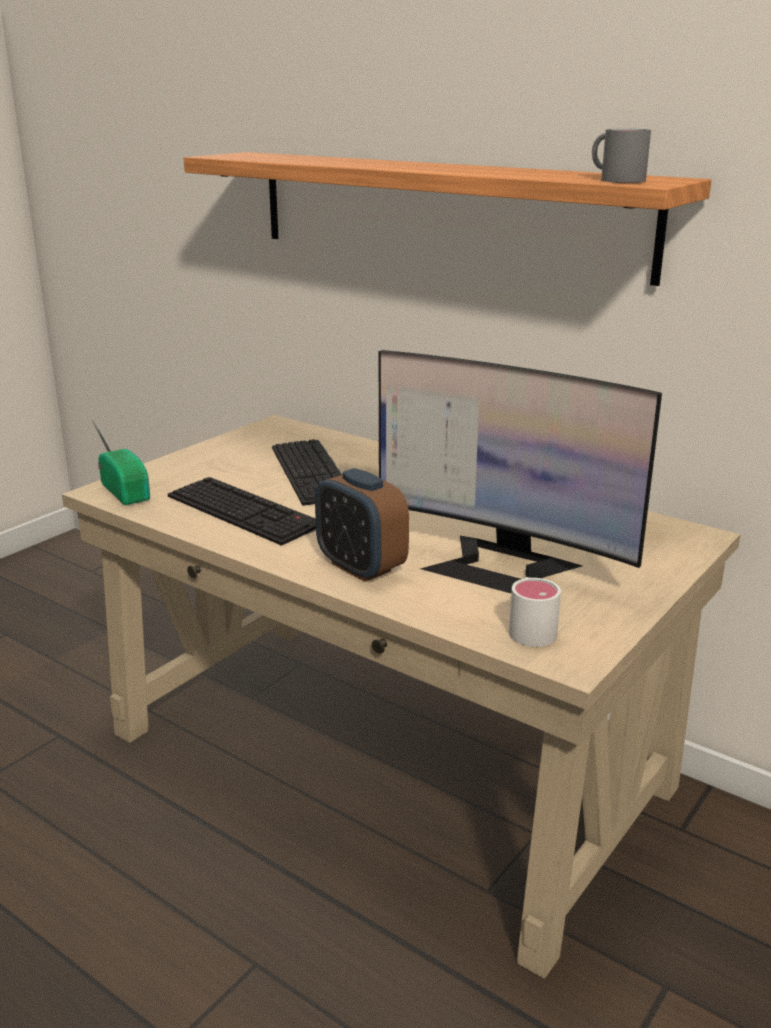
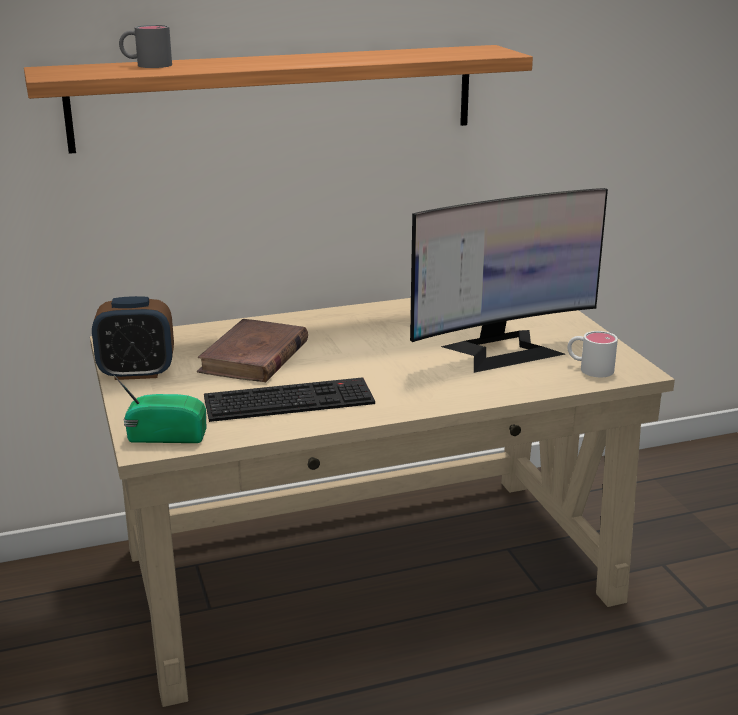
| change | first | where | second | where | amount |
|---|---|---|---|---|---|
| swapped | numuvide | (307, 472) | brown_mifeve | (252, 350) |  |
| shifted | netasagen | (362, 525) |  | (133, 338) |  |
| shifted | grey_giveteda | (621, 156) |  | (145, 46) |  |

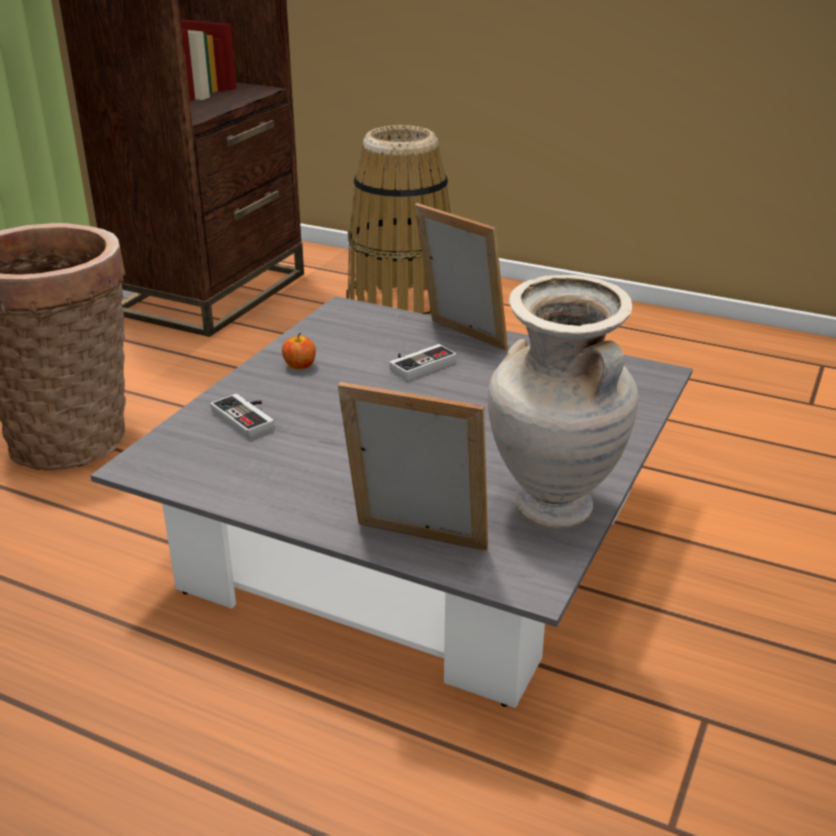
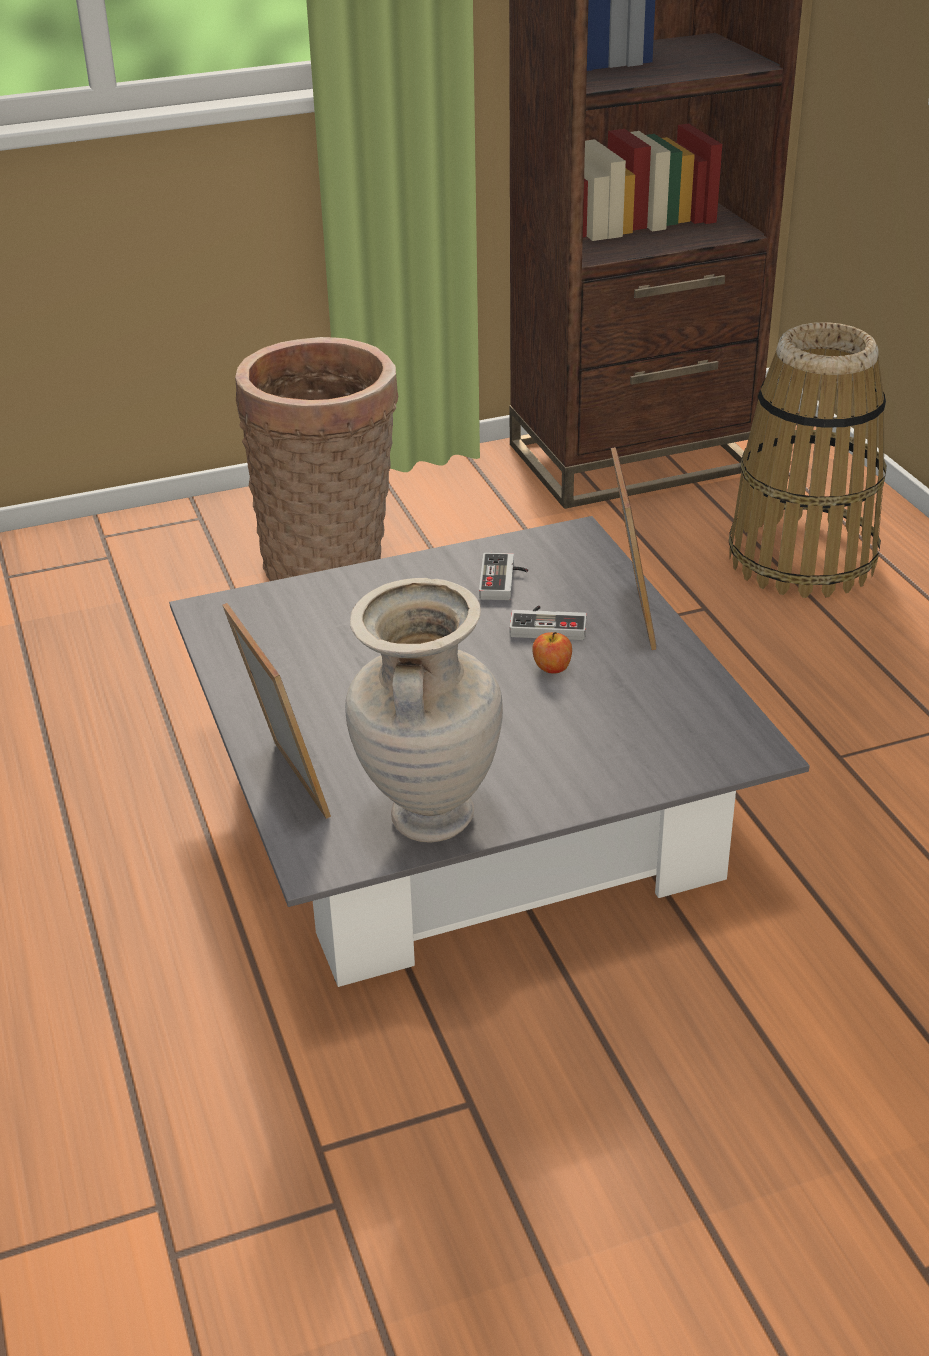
| change | first | where | second | where | amount |
|---|---|---|---|---|---|
| shifted | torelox | (242, 417) |  | (503, 576) |  |
| shifted | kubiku | (299, 351) |  | (552, 652) |  |

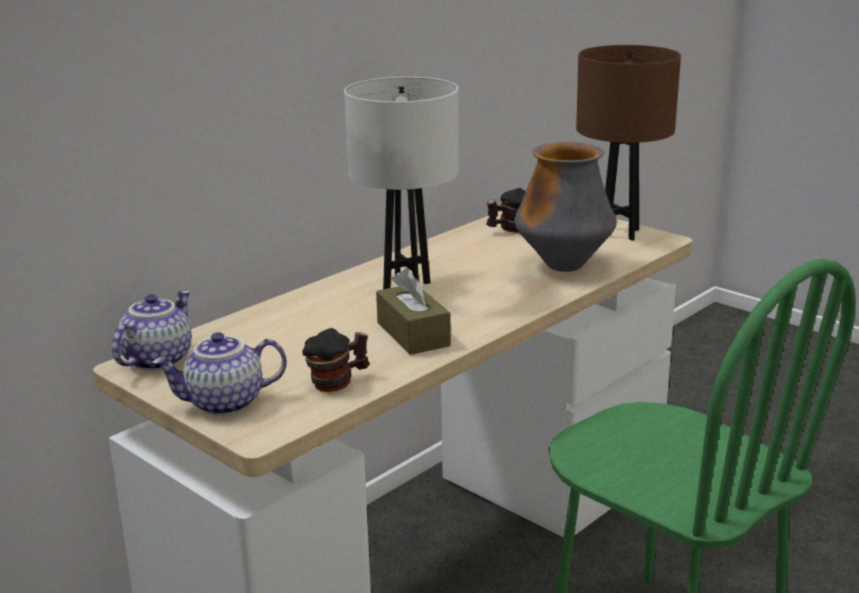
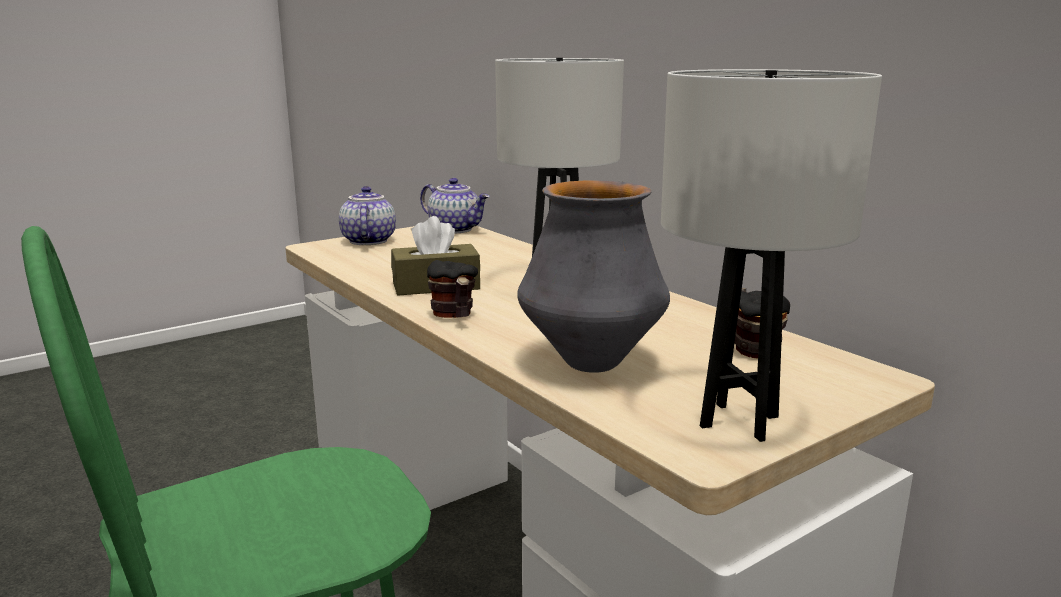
| change | first | where | second | where | amount |
|---|---|---|---|---|---|
| shifted | giveteda | (336, 360) |  | (452, 289) |  |
| repainted | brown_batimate | (628, 143) | white_batimate | (771, 255) |  |

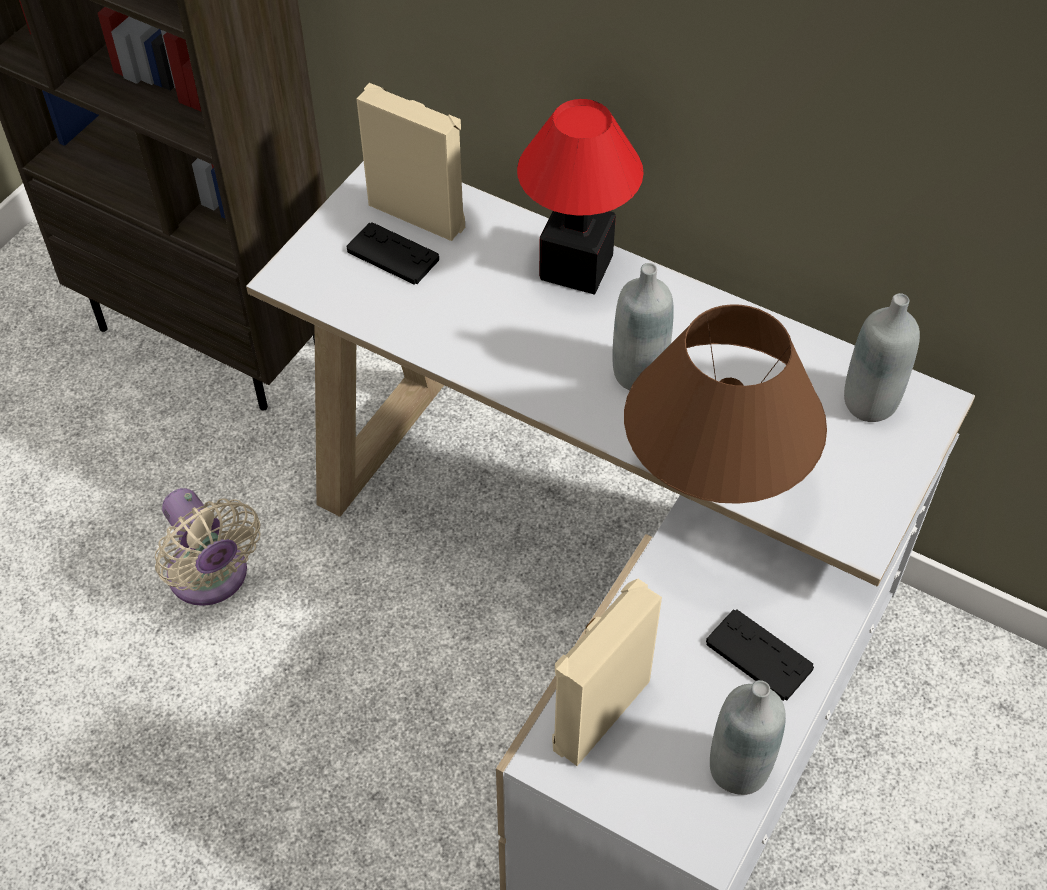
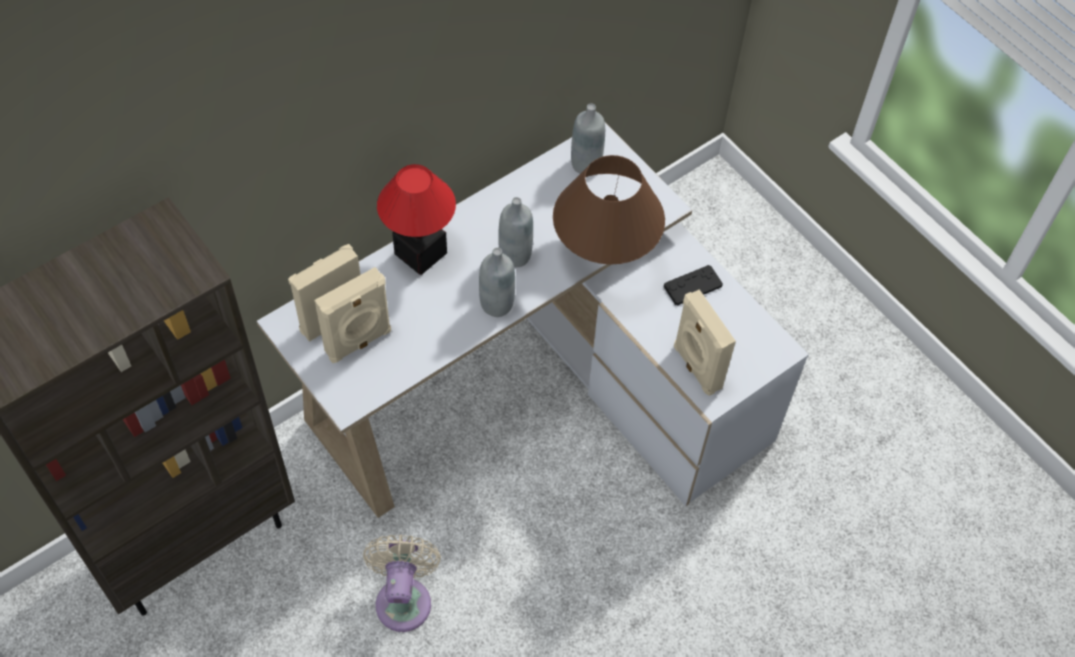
| change | first | where | second | where | amount |
|---|---|---|---|---|---|
| rotated | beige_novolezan | (207, 547) |  | (402, 583) | 75 degrees counterclockwise |
| swapped | black_torelox | (392, 253) | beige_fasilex | (352, 315) |  |
| shifted | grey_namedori | (748, 737) |  | (497, 282) |  |

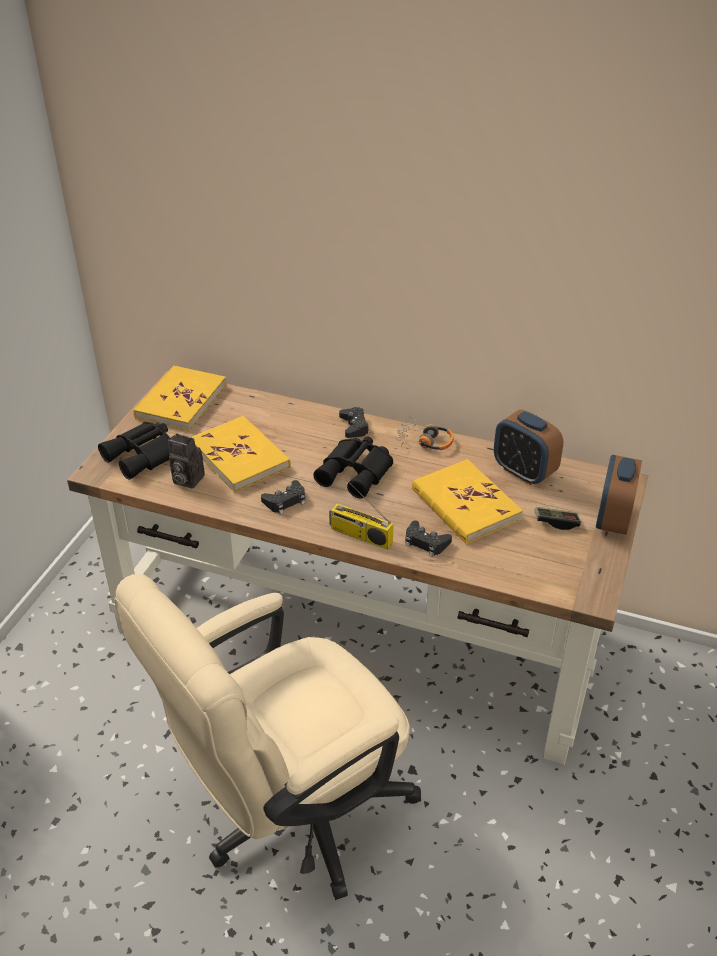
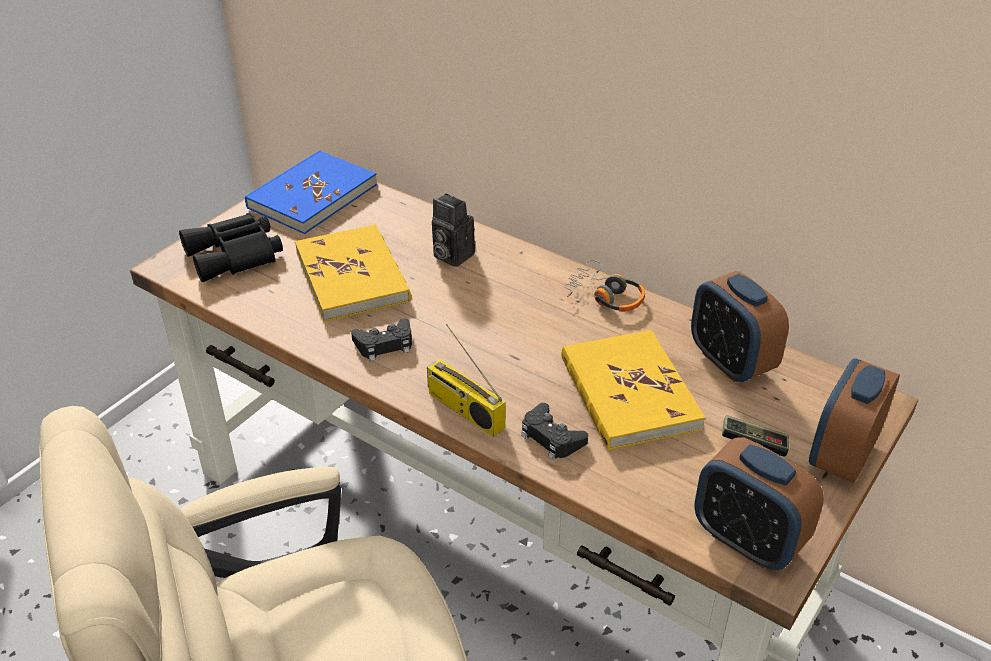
| change | first | where | second | where | amount |
|---|---|---|---|---|---|
| repainted | yellow_mifeve | (180, 398) | blue_mifeve | (311, 192) |  |
| shifted | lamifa | (186, 461) |  | (453, 230) |  |
| gone | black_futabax | (353, 467) |  |  |  |
| gone | black_torelox | (354, 422) |  |  |  |
| new |  |  | netasagen | (759, 503) |  |

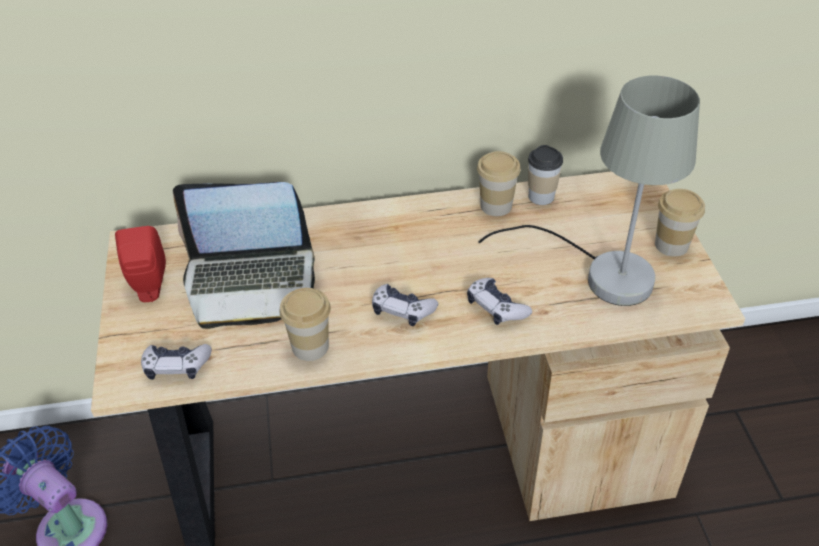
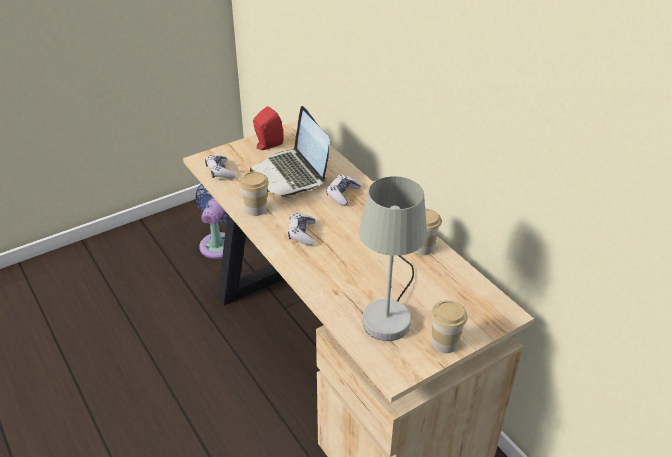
| change | first | where | second | where | amount |
|---|---|---|---|---|---|
| shifted | torelox | (499, 301) |  | (343, 190) |  |
| gone | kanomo | (545, 175) |  |  |  |

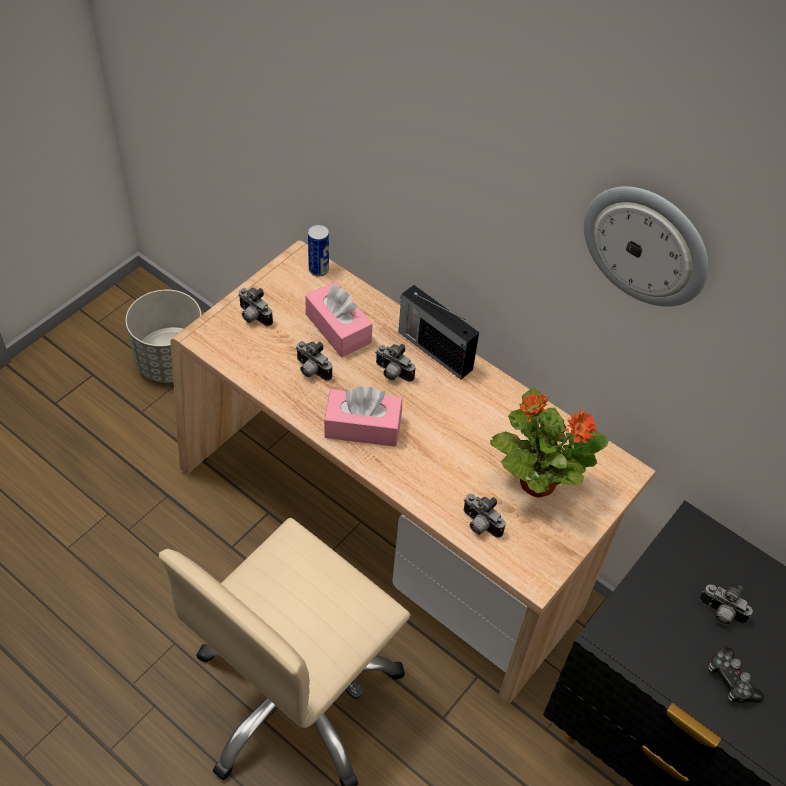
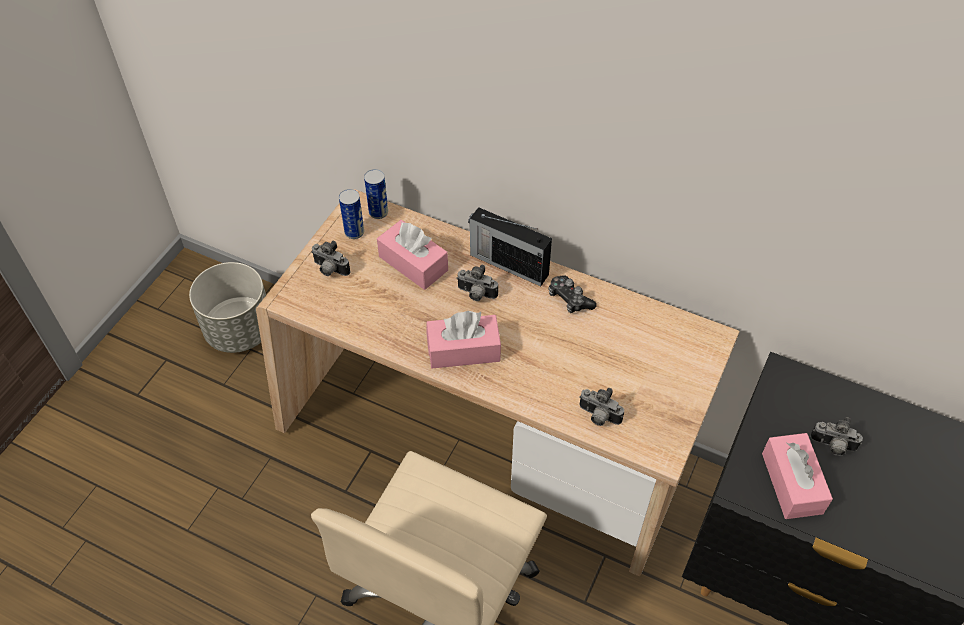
| change | first | where | second | where | amount |
|---|---|---|---|---|---|
| gone | lamifa | (314, 361) |  |  |  |
| gone | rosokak | (549, 443) |  |  |  |
| gone | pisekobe | (646, 246) |  |  |  |
| shifted | torelox | (736, 675) |  | (572, 294) |  |
| new |  |  | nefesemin | (351, 214) |  |
| new |  |  | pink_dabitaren | (797, 476) |  |

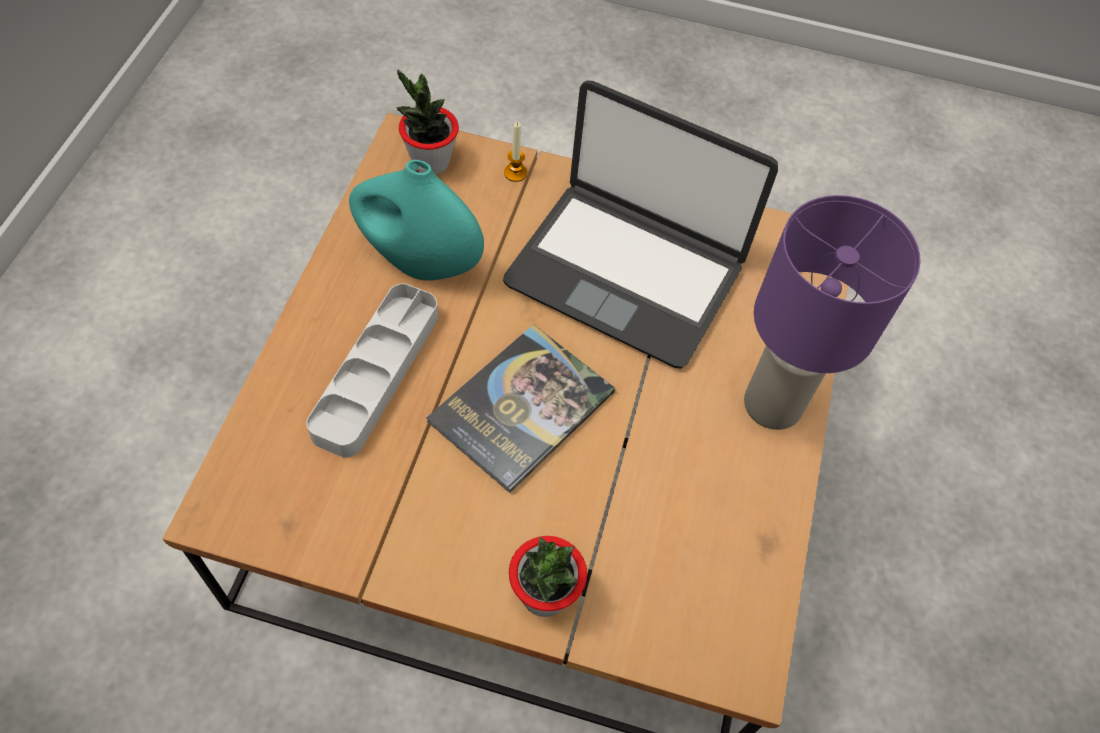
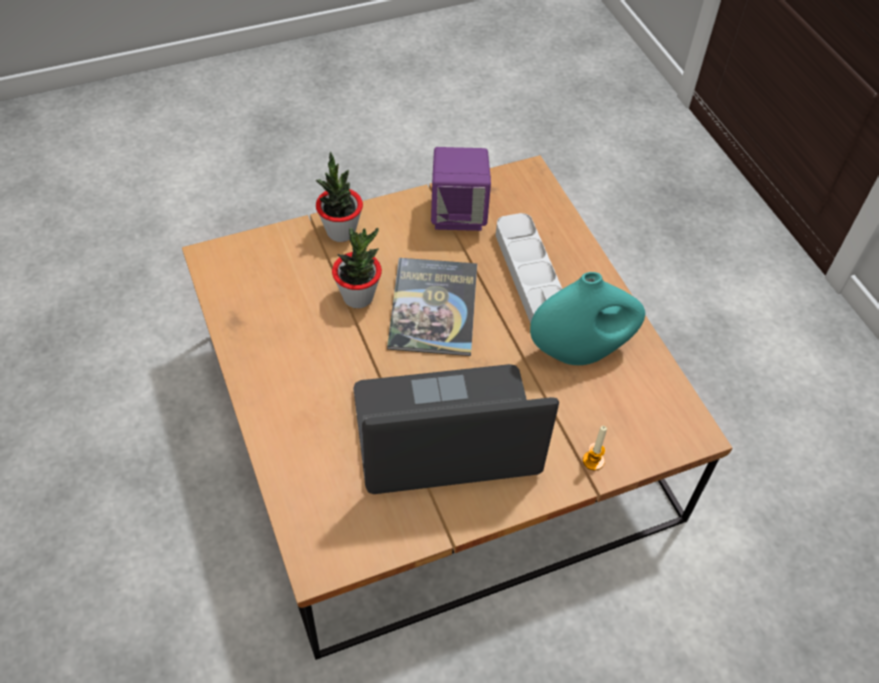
| change | first | where | second | where | amount |
|---|---|---|---|---|---|
| shifted | rosokak | (427, 122) |  | (357, 268) |  |
| gone | purple_batimate | (832, 312) |  |  |  |
| new |  |  | purple_fasilex | (461, 189) |  |

